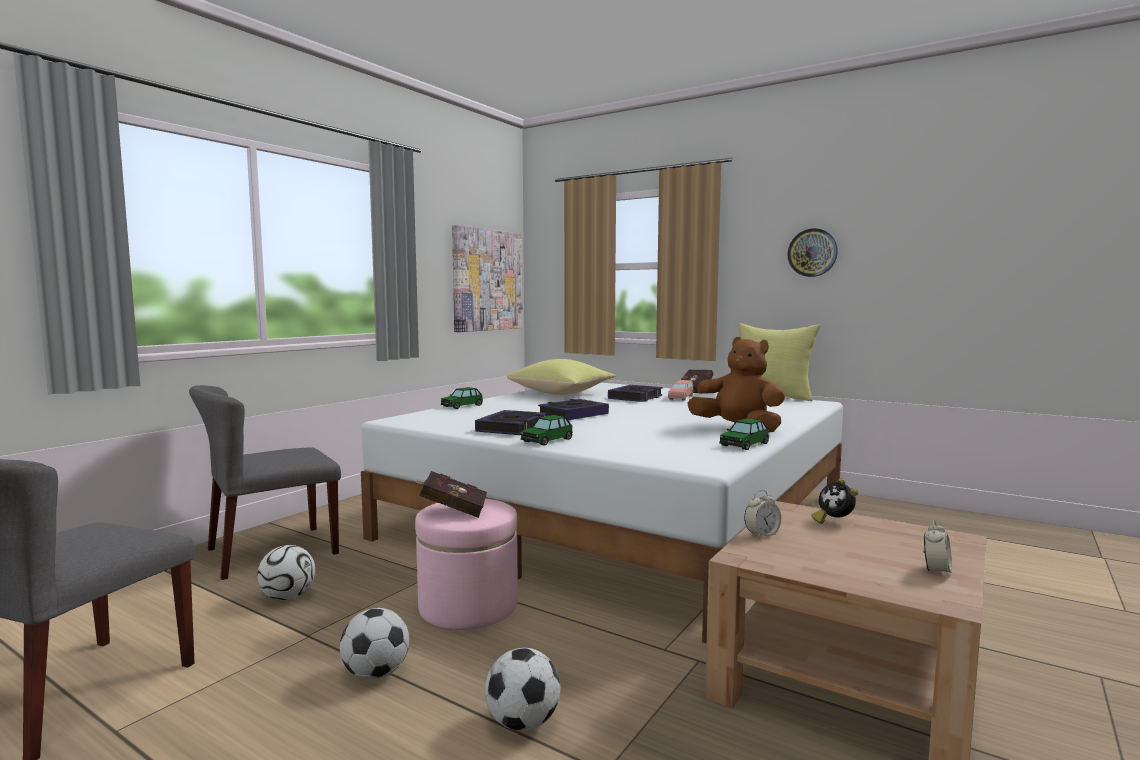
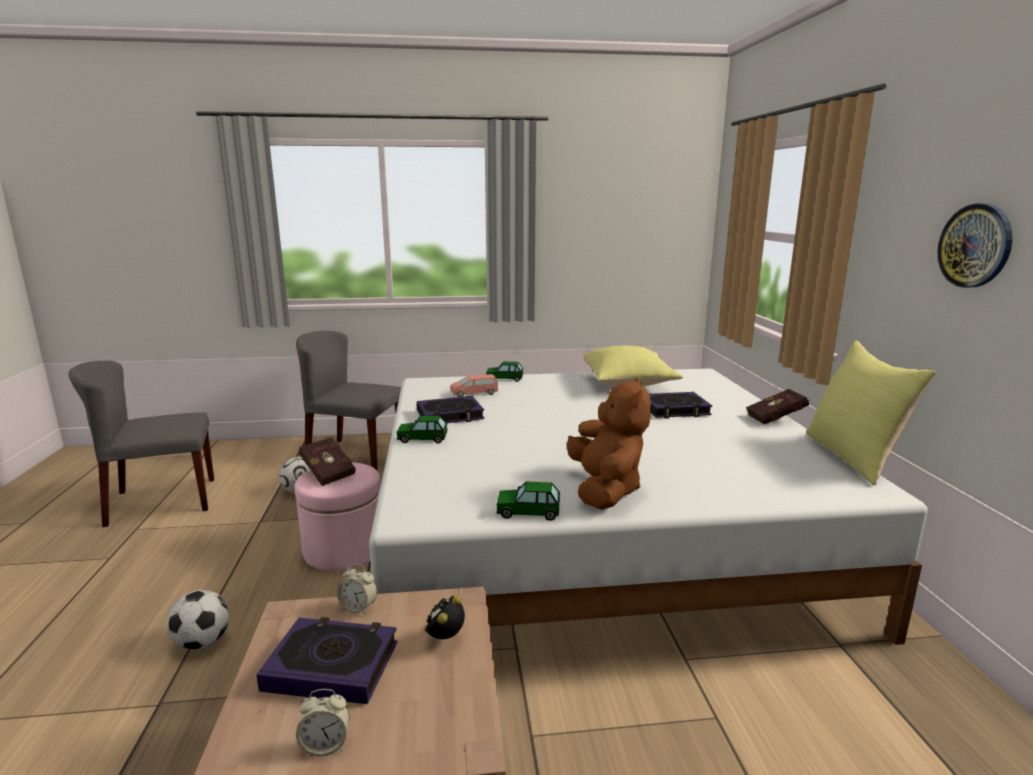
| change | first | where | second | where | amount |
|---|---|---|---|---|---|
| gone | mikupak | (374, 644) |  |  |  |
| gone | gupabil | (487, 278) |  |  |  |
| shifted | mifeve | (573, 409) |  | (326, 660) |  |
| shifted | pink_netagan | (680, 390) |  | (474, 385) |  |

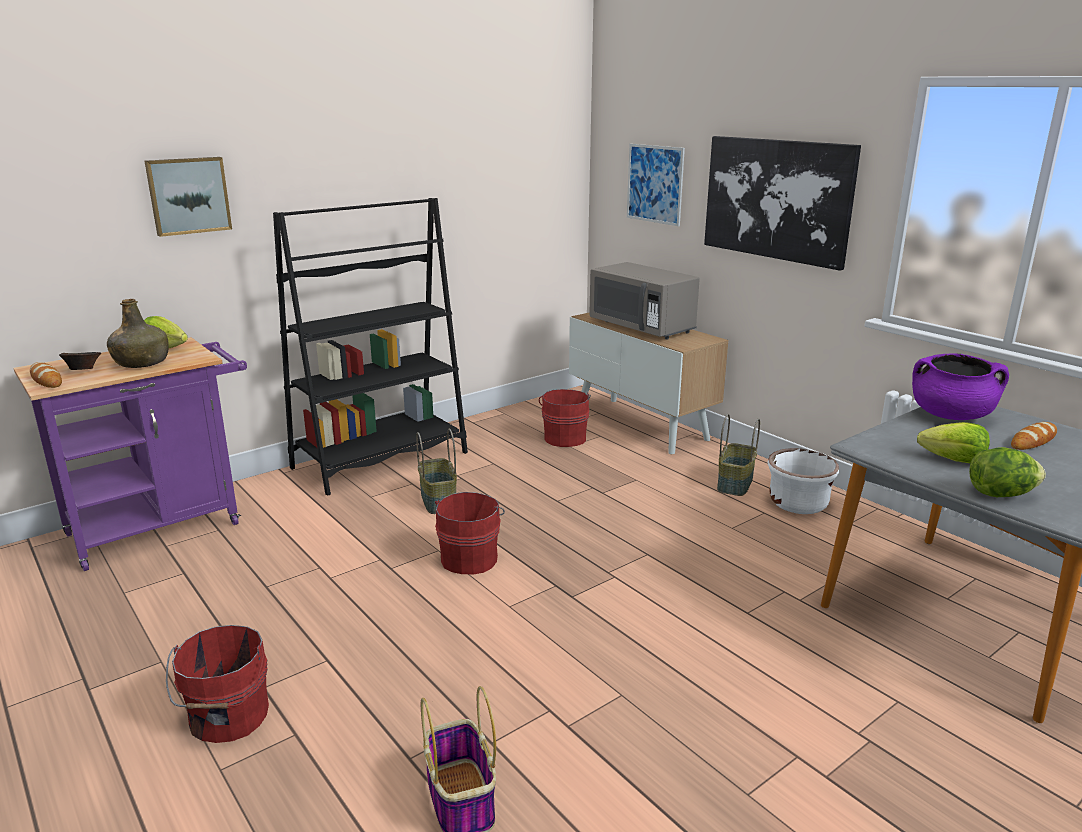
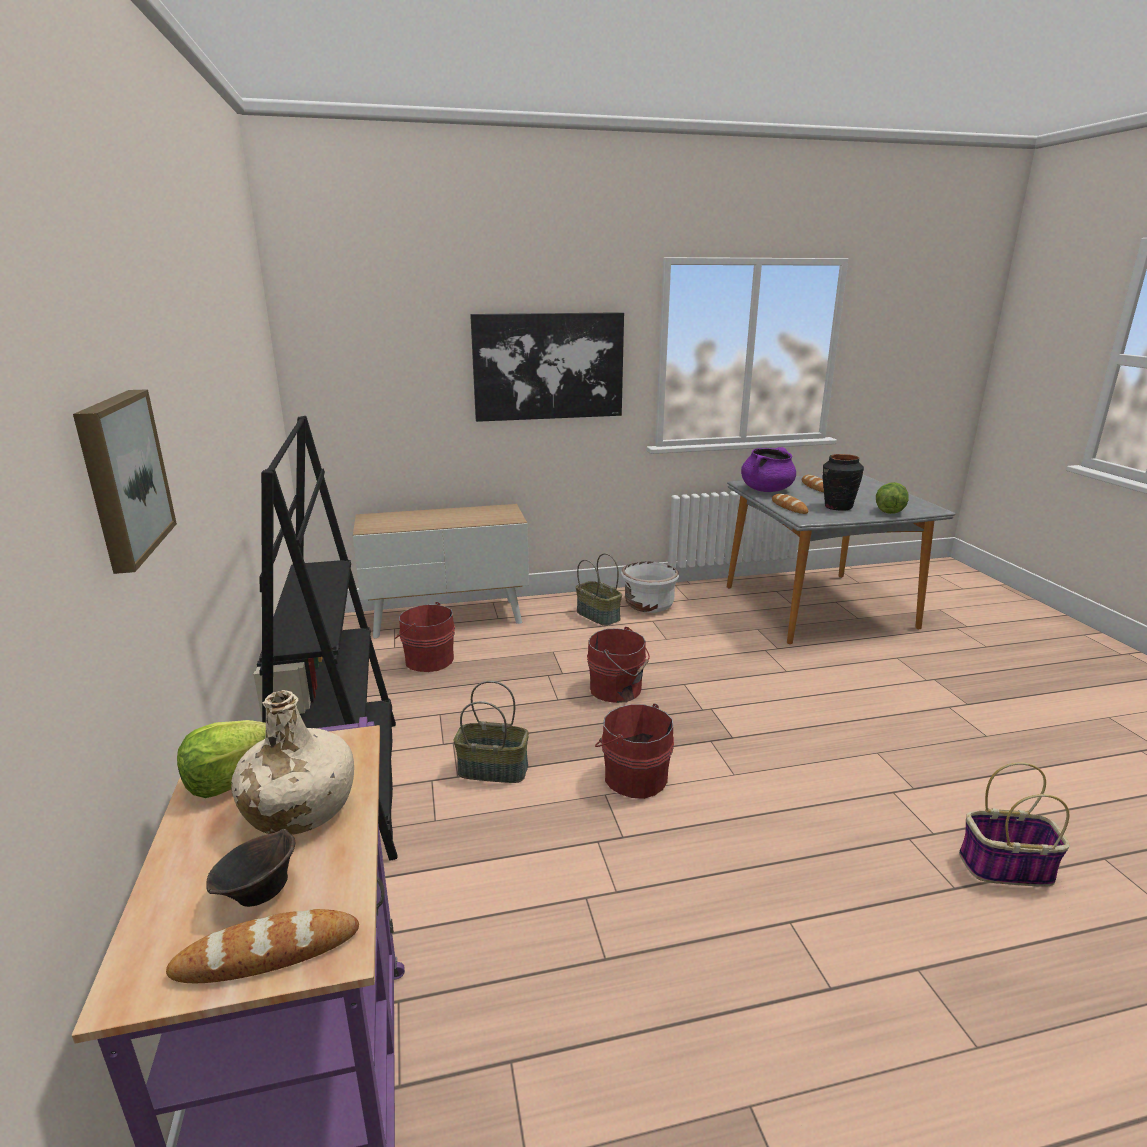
| change | first | where | second | where | amount |
|---|---|---|---|---|---|
| repainted | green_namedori | (138, 333) | beige_namedori | (292, 762) |  |
| shifted | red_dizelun | (217, 684) |  | (618, 665) |  |
| gone | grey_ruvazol | (644, 300) |  |  |  |
| gone | gupabil | (656, 185) |  |  |  |
| swapped | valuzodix | (953, 442) | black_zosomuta | (843, 482) |  |
| new |  |  | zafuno | (790, 504) |  |

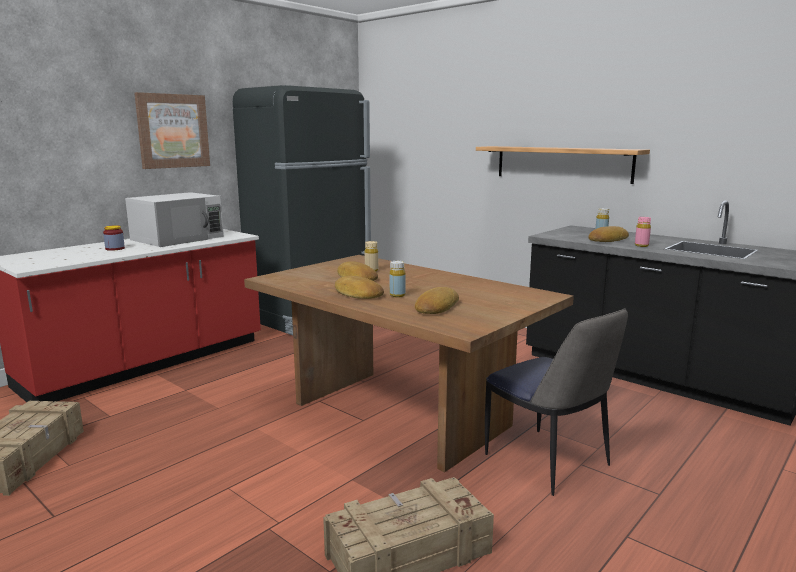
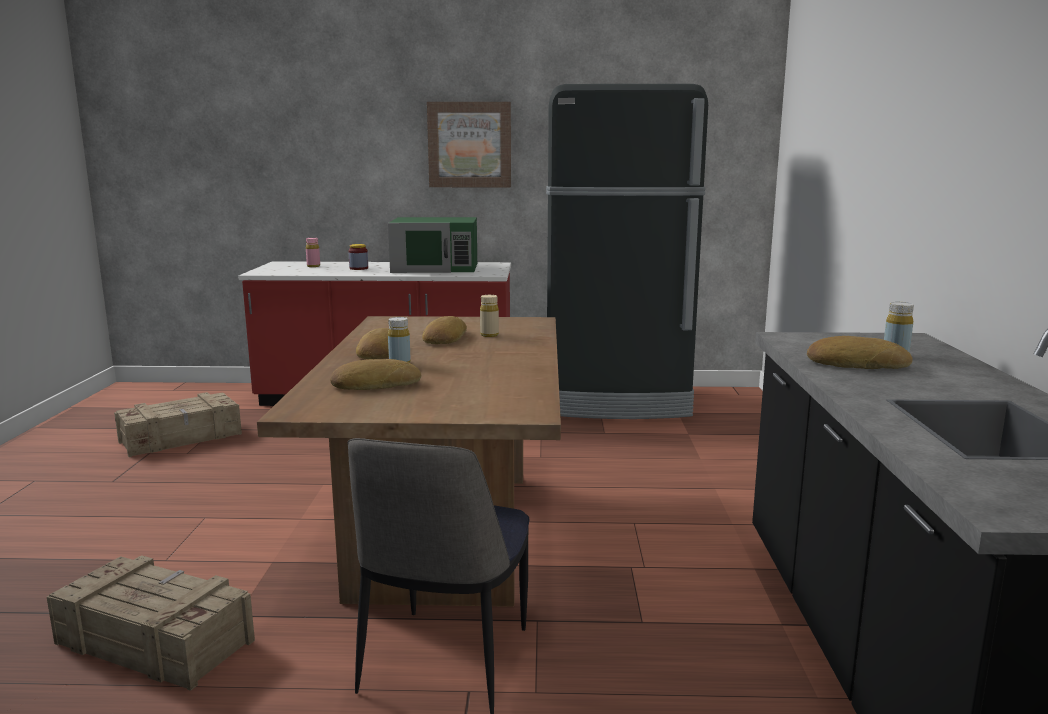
| change | first | where | second | where | amount |
|---|---|---|---|---|---|
| repainted | white_ruvazol | (174, 219) | green_ruvazol | (432, 245) |  |
| gone | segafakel | (563, 165) |  |  |  |
| shifted | pink_namedori | (643, 232) |  | (313, 252) |  |

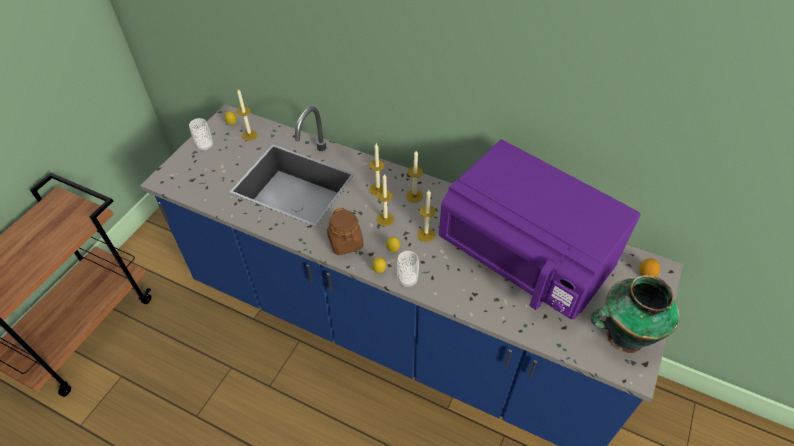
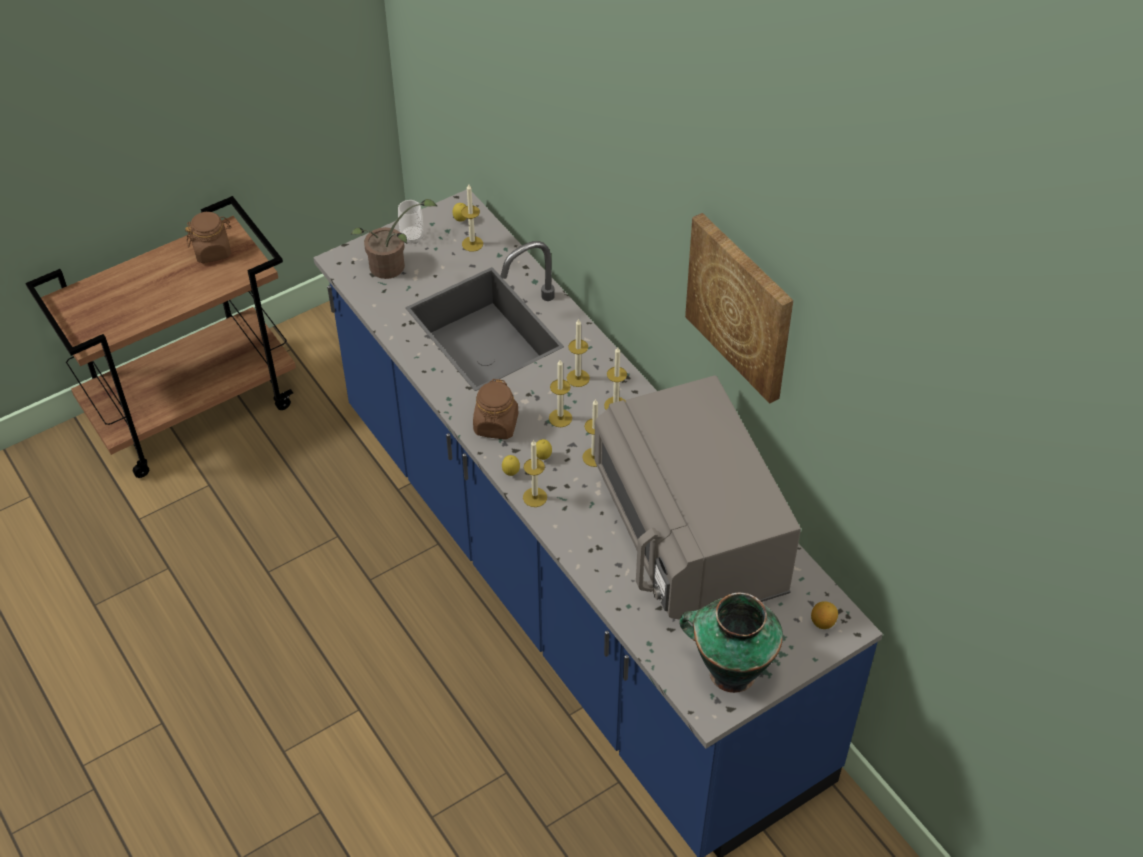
| change | first | where | second | where | amount |
|---|---|---|---|---|---|
| swapped | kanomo | (408, 269) | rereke | (535, 473) |  |
| repainted | purple_ruvazol | (540, 229) | grey_ruvazol | (697, 497) |  |
| new |  |  | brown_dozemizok | (208, 237) |  |
| new |  |  | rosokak | (394, 239) |  |
| new |  |  | gupabil | (739, 308) |  |

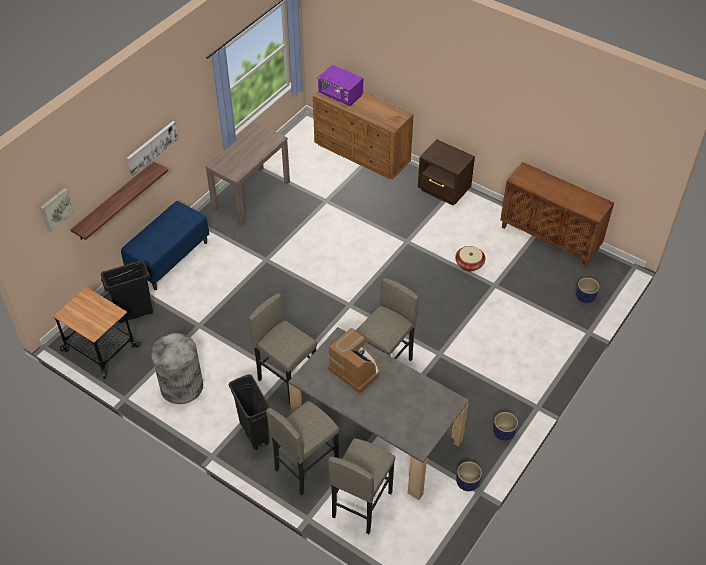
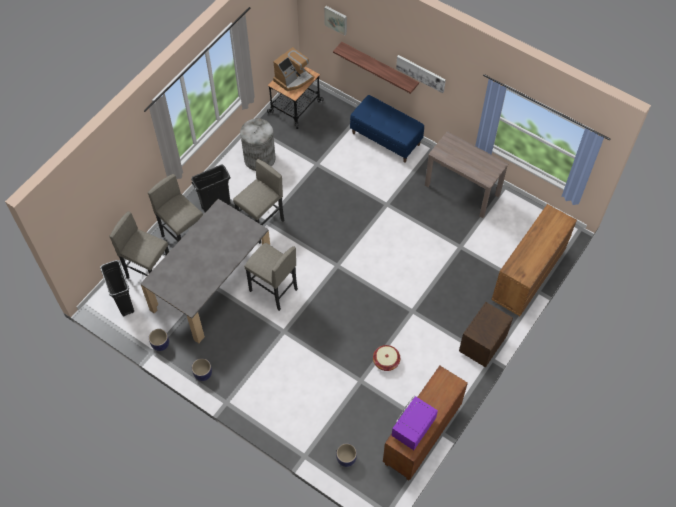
| change | first | where | second | where | amount |
|---|---|---|---|---|---|
| shifted | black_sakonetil | (127, 291) |  | (117, 288) |  |
| shifted | purple_ruvazol | (340, 85) |  | (414, 423) |  |
| shifted | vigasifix | (354, 361) |  | (294, 69) |  |

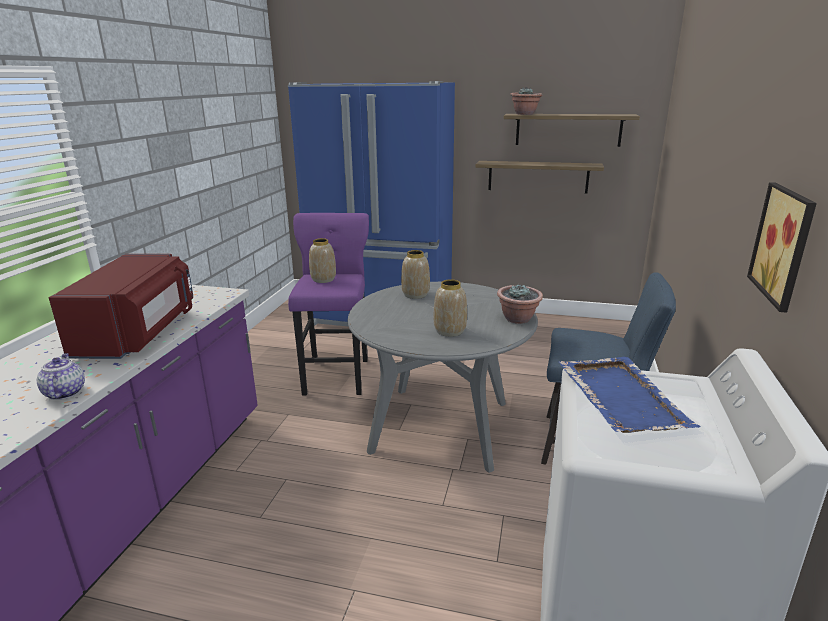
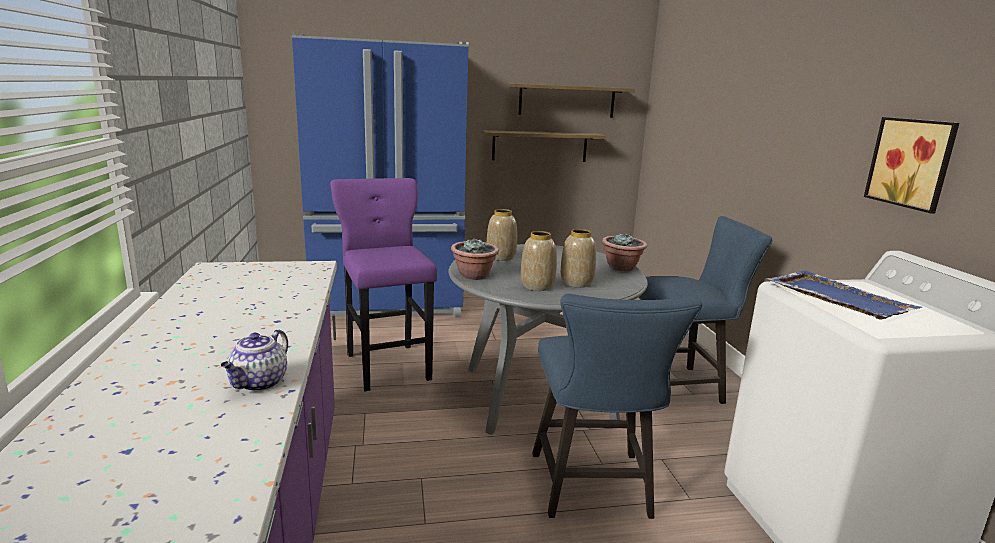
| change | first | where | second | where | amount |
|---|---|---|---|---|---|
| rotated | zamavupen | (61, 376) |  | (254, 360) | 120 degrees counterclockwise |
| gone | red_ruvazol | (121, 306) |  |  |  |
| shifted | zosomuta | (322, 260) |  | (539, 261) |  |
| shifted | rosokak | (526, 101) |  | (475, 259) |  |
| new |  |  | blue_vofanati | (617, 406) |  |

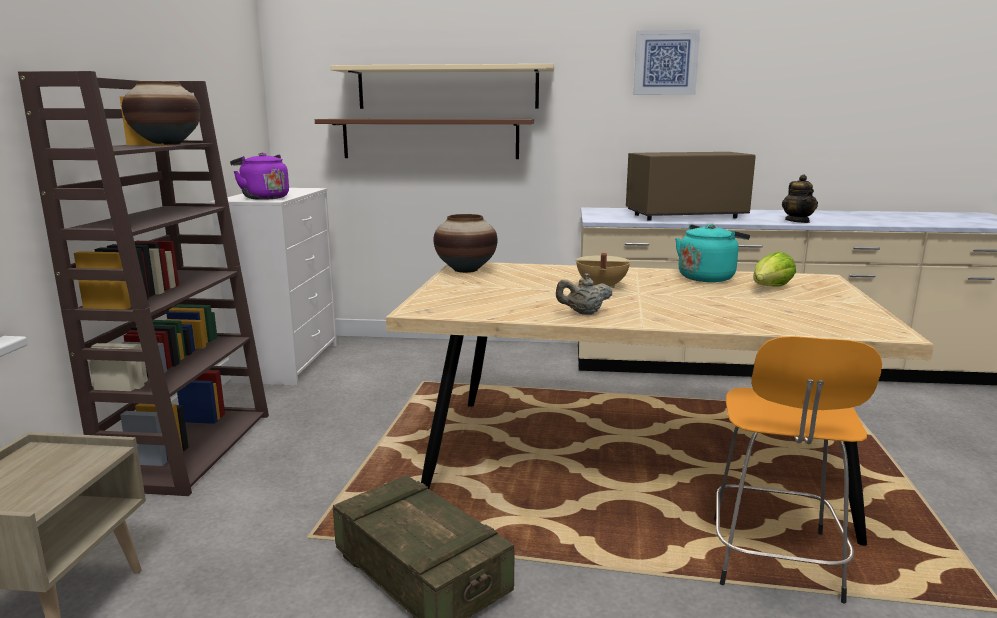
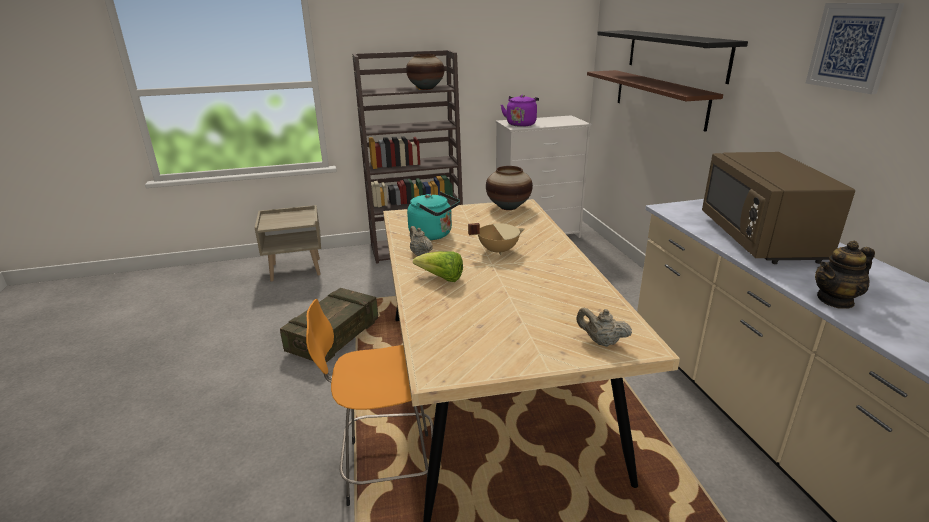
| change | first | where | second | where | amount |
|---|---|---|---|---|---|
| repainted | beige_segafakel | (442, 86) | black_segafakel | (672, 57) |  |
| rotated | brown_ruvazol | (691, 186) |  | (778, 208) | 150 degrees counterclockwise |
| shifted | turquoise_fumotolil | (712, 253) |  | (433, 216) |  |
| shifted | valuzodix | (774, 268) |  | (438, 266) |  |
| new |  |  | beige_zamavupen | (604, 327) |  |

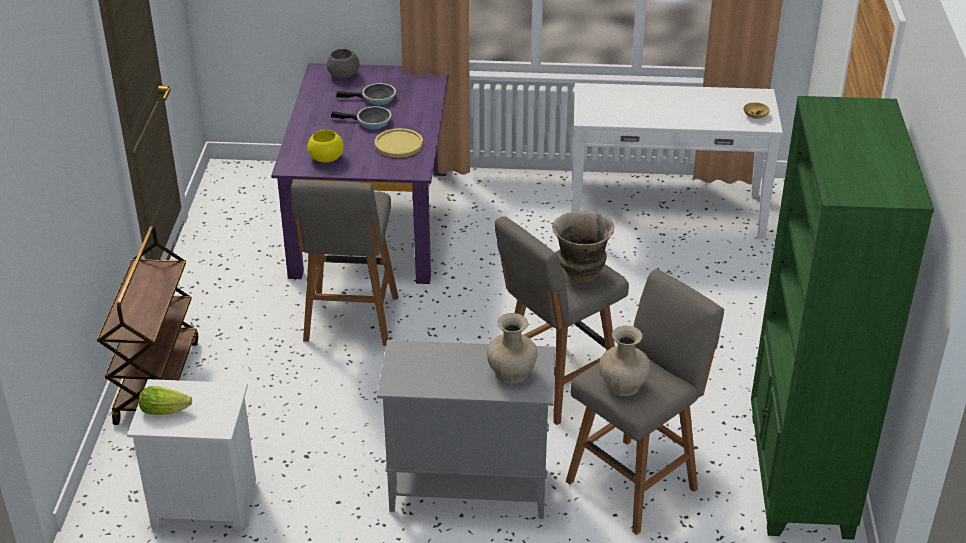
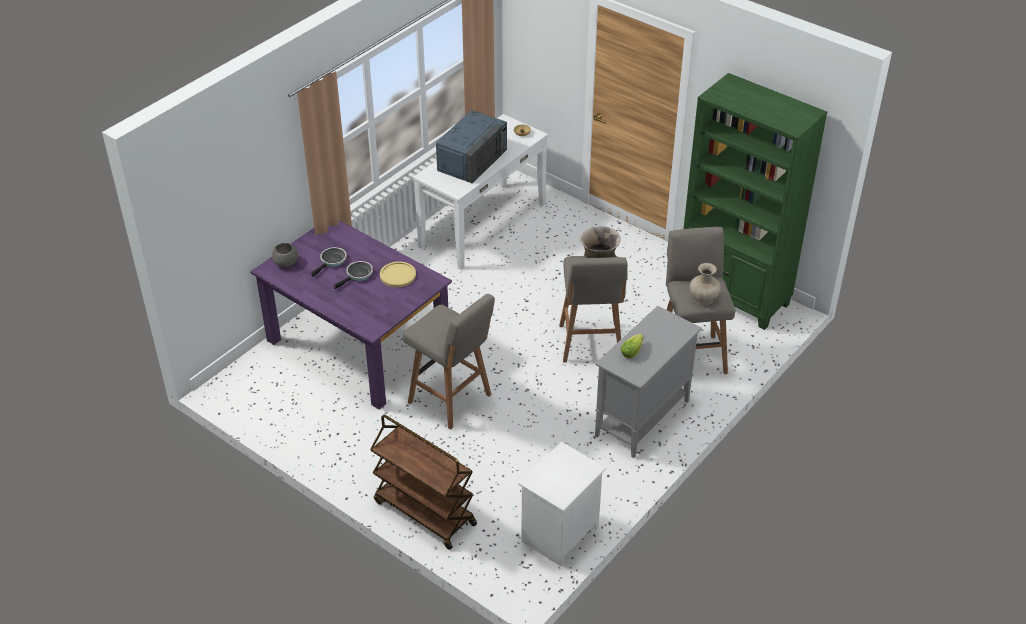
| change | first | where | second | where | amount |
|---|---|---|---|---|---|
| shifted | valuzodix | (165, 400) |  | (632, 346) |  |
| gone | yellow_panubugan | (326, 146) |  |  |  |
| gone | beige_zosomuta | (512, 348) |  |  |  |
| new |  |  | blue_ruvazol | (471, 146) |  |

